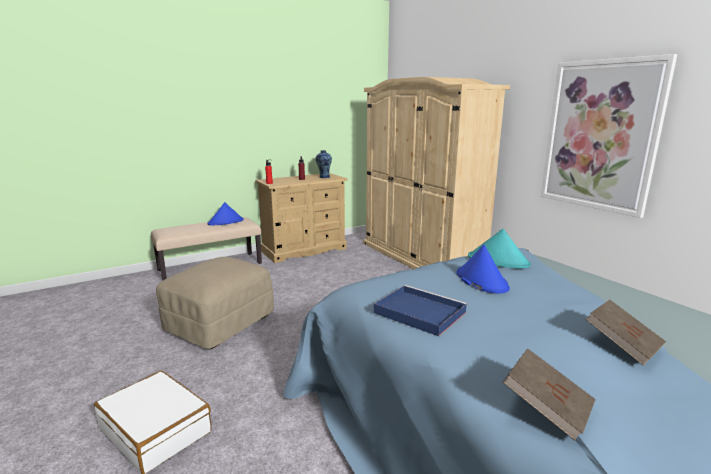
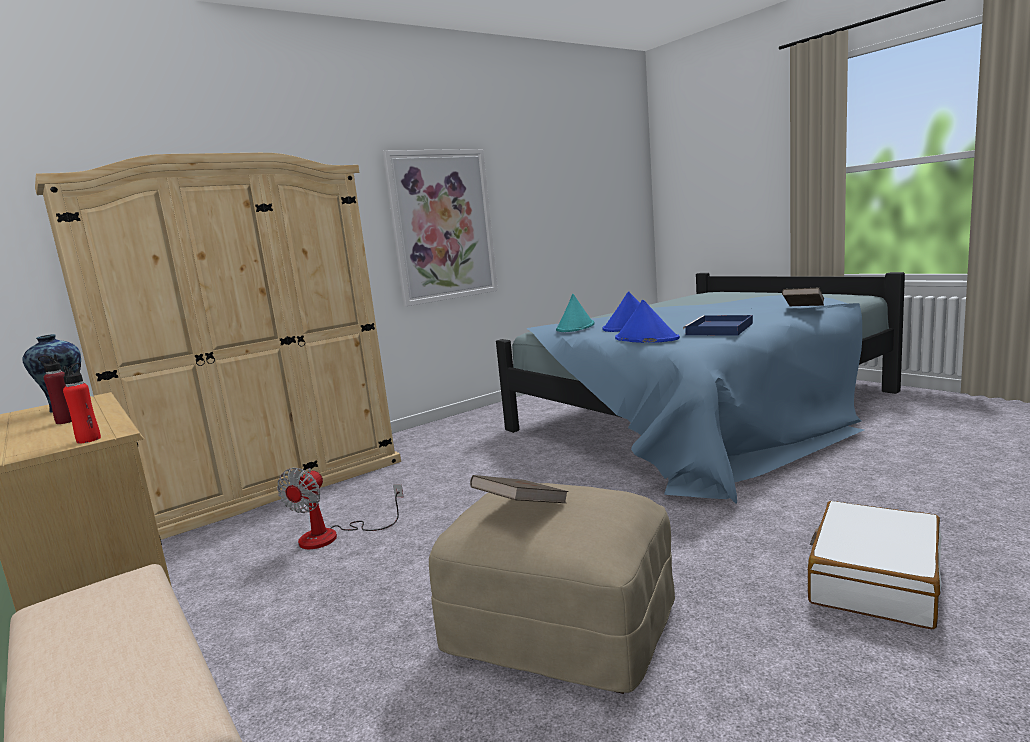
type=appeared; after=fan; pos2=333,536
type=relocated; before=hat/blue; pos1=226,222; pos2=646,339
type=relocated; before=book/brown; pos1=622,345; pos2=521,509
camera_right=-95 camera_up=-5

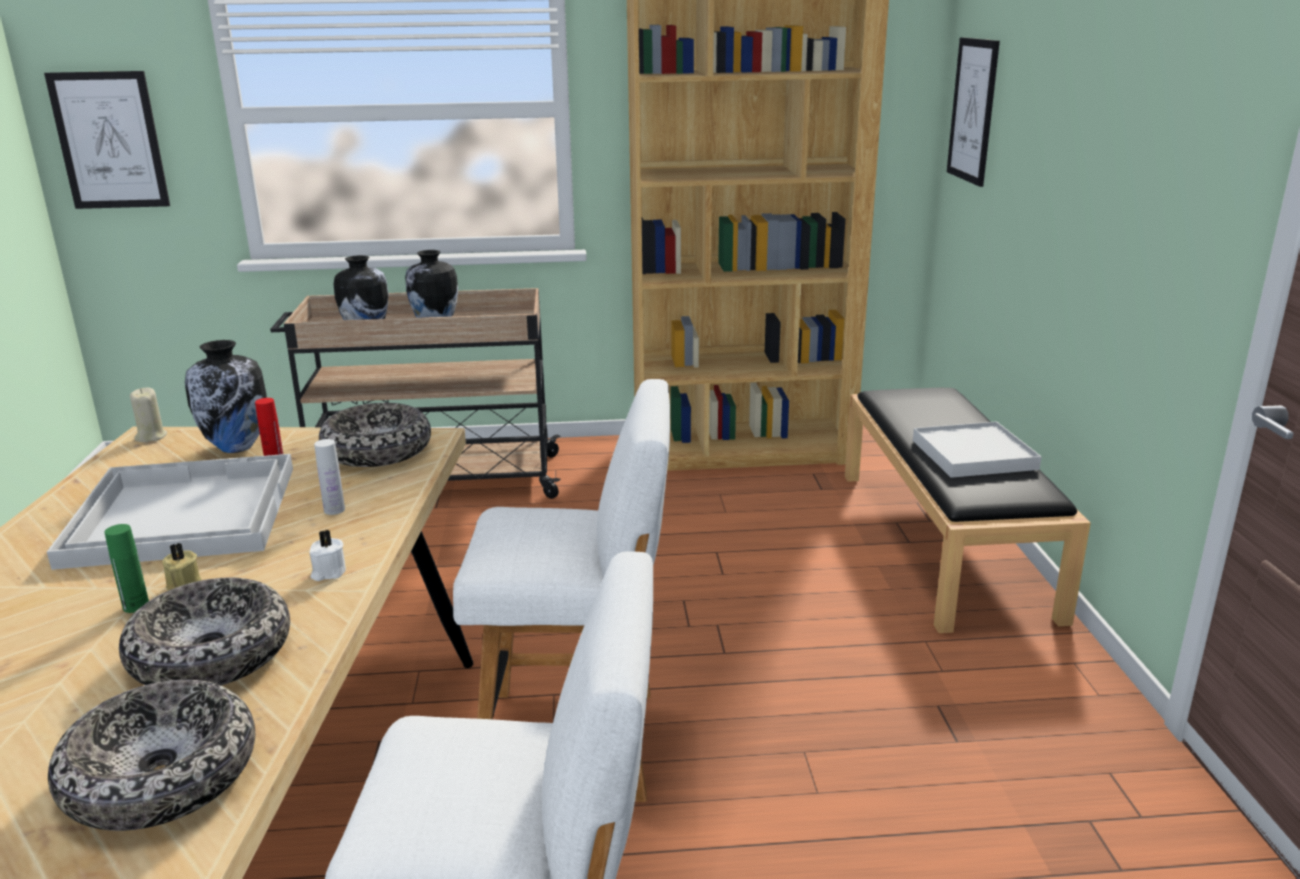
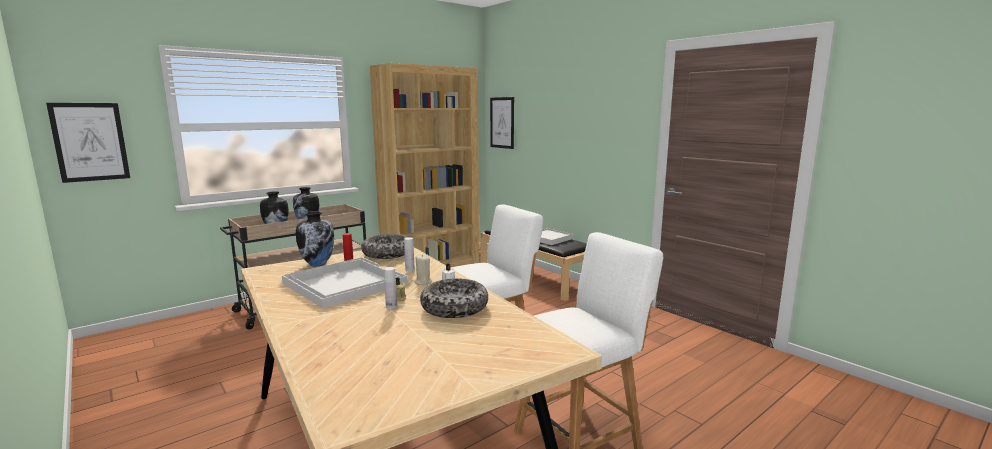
type=missing; before=bowl; pos1=161,776
type=relocated; before=candle/beige; pos1=151,436; pos2=423,282
type=colour; before=bottle/green; after=bottle/white; pos1=136,606; pos2=391,306
camera_right=-35 camera_up=-10

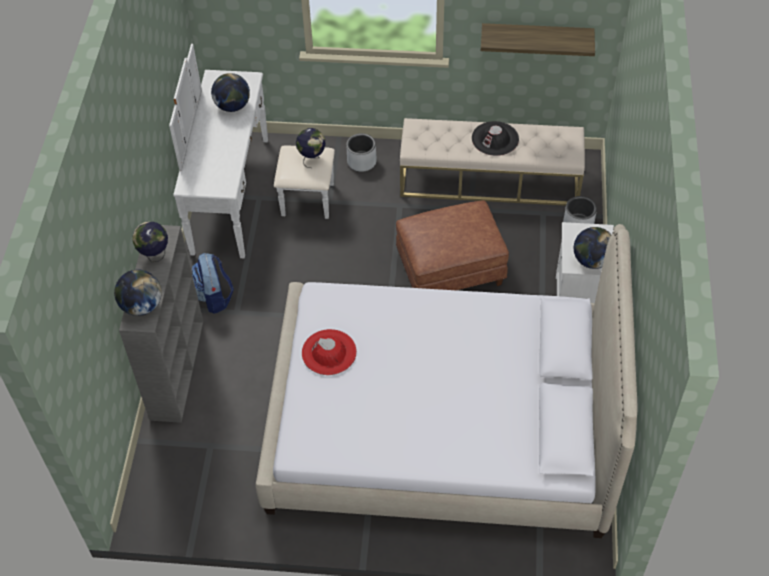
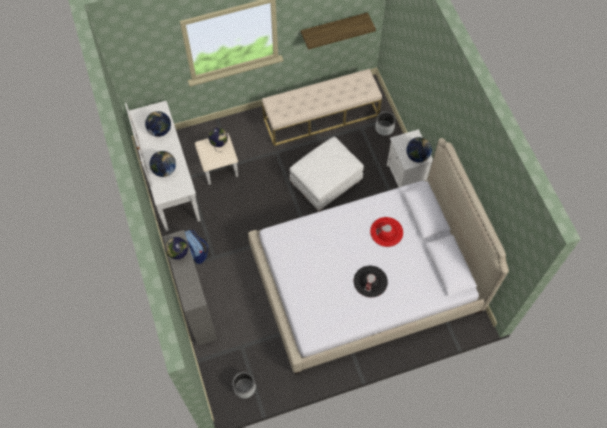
type=relocated; before=globe; pos1=142,306; pos2=164,170
type=relocated; before=hat/red; pos1=329,352; pos2=386,232
type=relocated; before=planter/grey; pos1=361,161; pos2=244,387
type=relocated; before=hat/black; pos1=495,139; pos2=370,281
type=colour; before=ottoman/brown; after=ottoman/white; pos1=449,271; pos2=325,184
camera_right=-25 camera_up=10

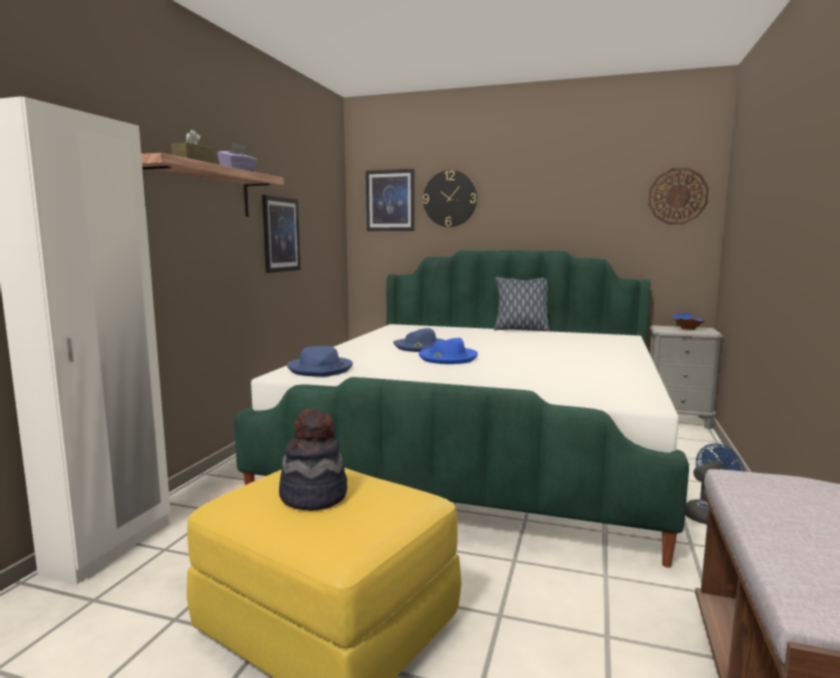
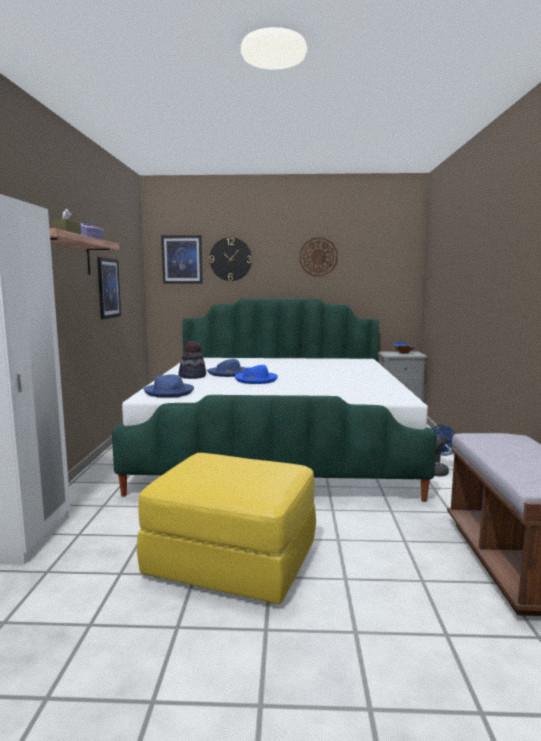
type=missing; before=pillow; pos1=521,330
type=relocated; before=hat; pos1=313,496; pos2=192,376
type=relocated; before=wall clock; pos1=677,196; pos2=318,257
camera_right=-15 camera_up=0

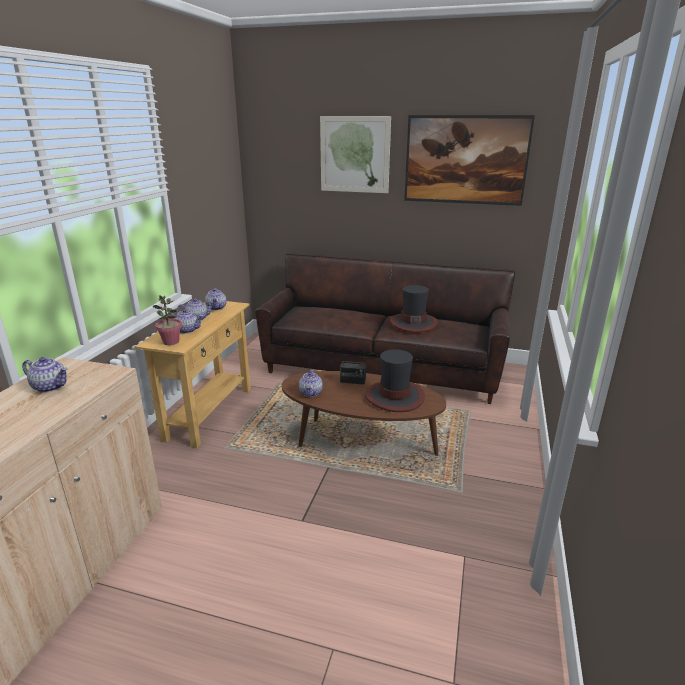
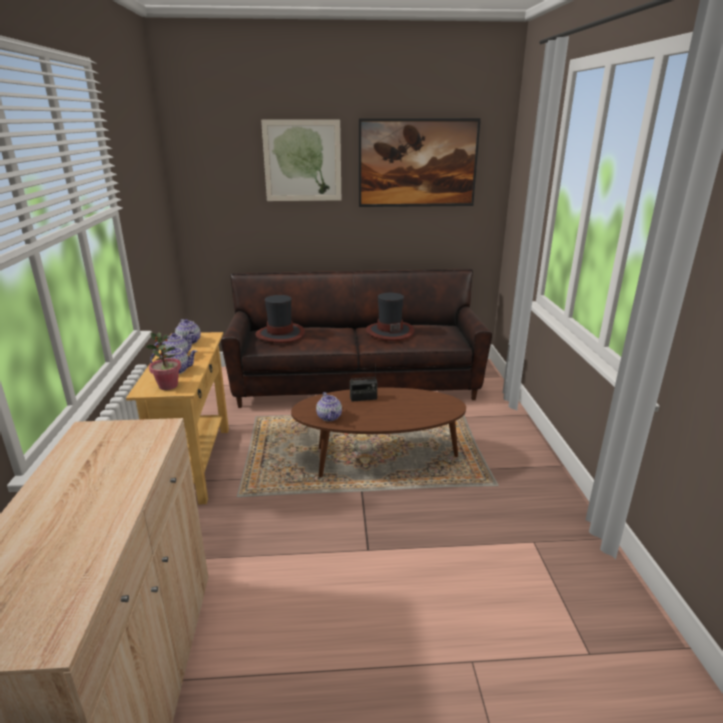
type=missing; before=teapot; pos1=51,386
type=relocated; before=hat; pos1=394,397; pos2=280,334
camera_right=-20 camera_up=0

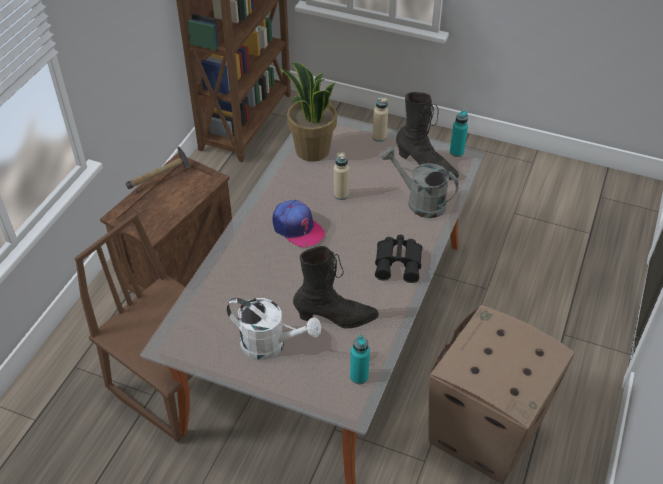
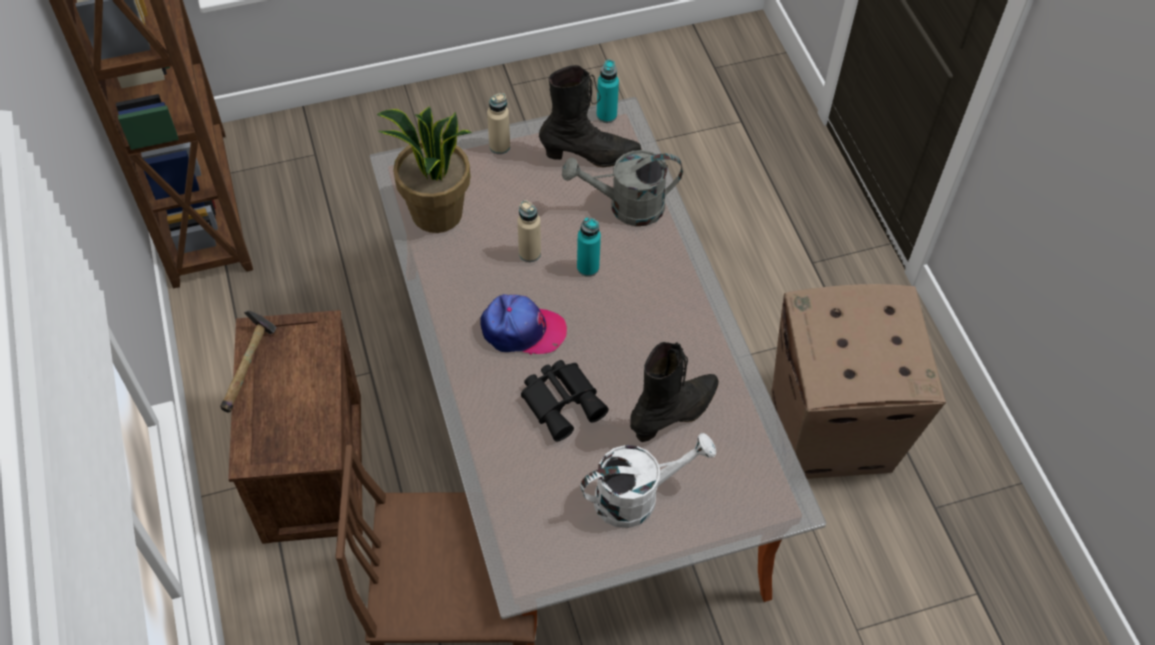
type=relocated; before=bottle/turquoise; pos1=359,376; pos2=588,267
type=relocated; before=binoculars/black; pos1=399,263; pos2=563,401
camera_right=-40 camera_up=10

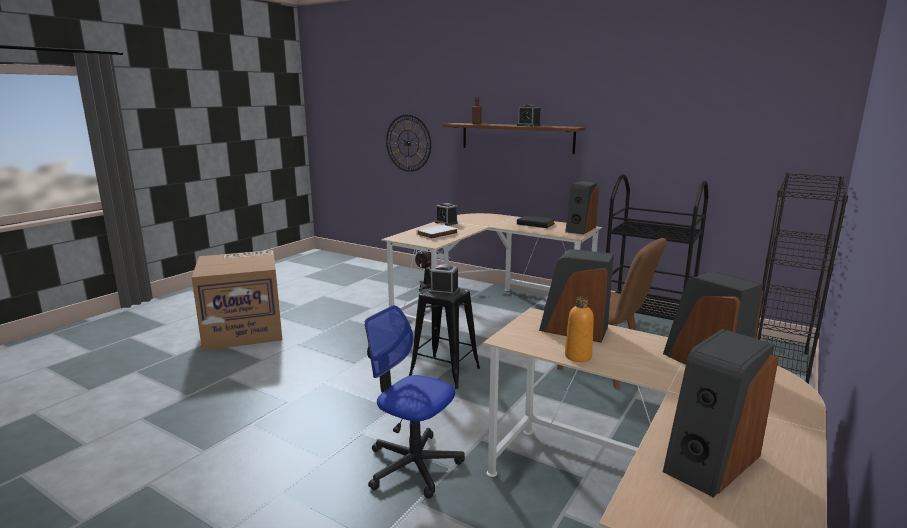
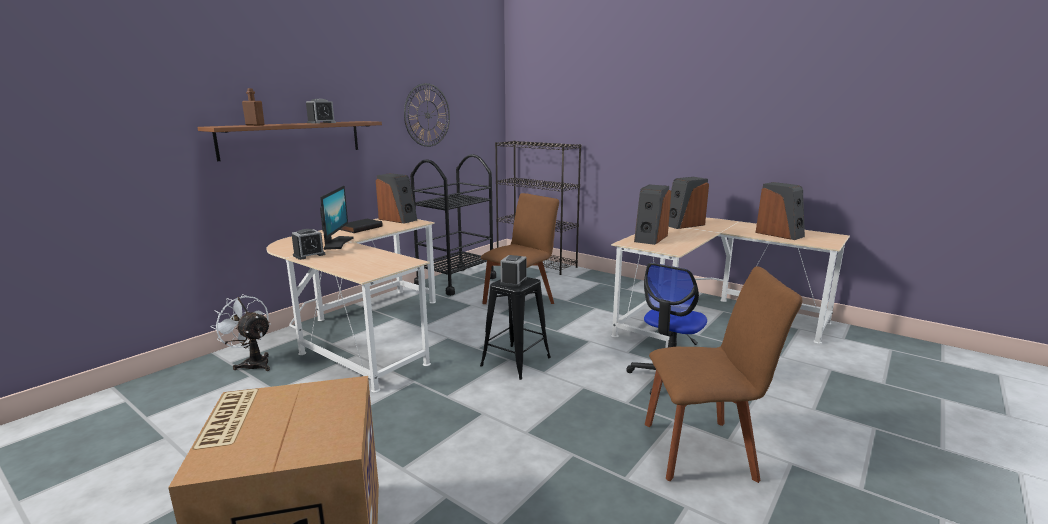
type=missing; before=book/white; pos1=437,234
type=missing; before=bottle/orange; pos1=578,356
type=appeared; after=monitor; pos2=337,243
type=appeared; after=chair/brown; pos2=704,450
type=relocated; before=wall clock; pos1=408,143; pos2=427,115
camera_right=-85 camera_up=0

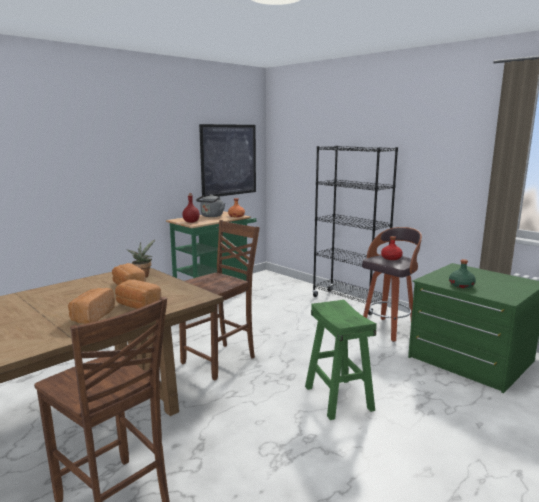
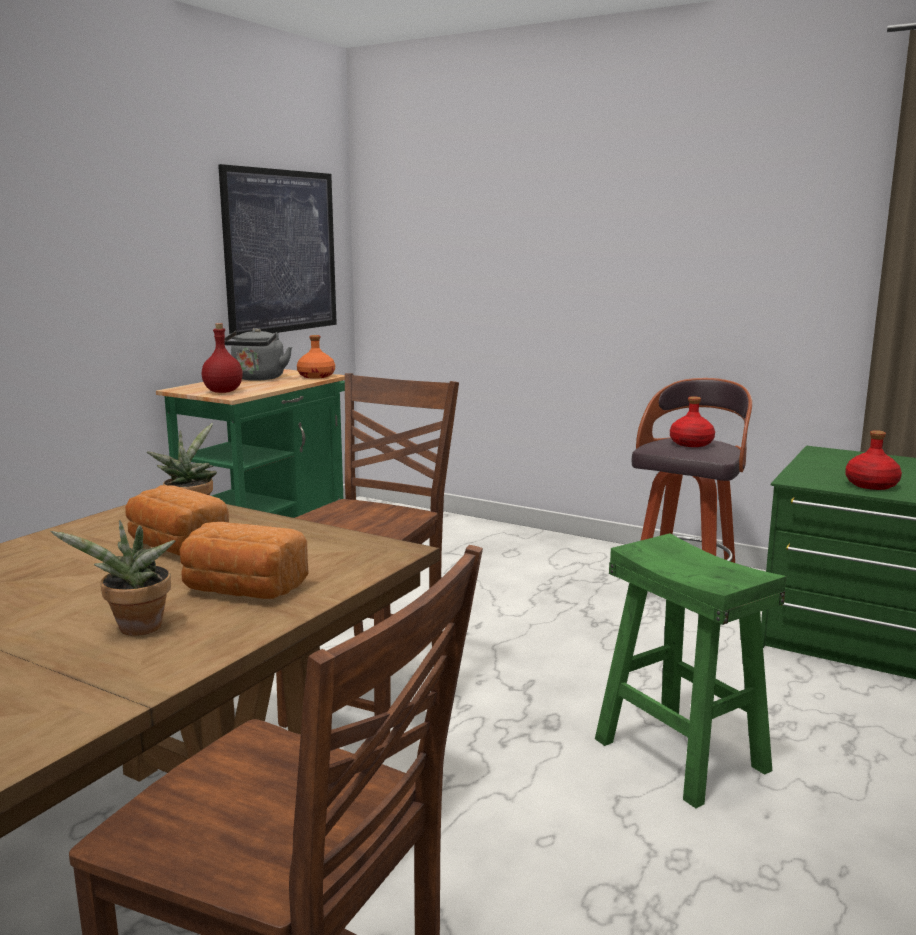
type=missing; before=bookcase/black; pos1=349,302
type=exchanged; before=bread; after=potted plant; pos1=92,316; pos2=136,630
type=colour; before=bottle/green; after=bottle/red; pos1=461,285; pos2=872,485
camera_right=-15 camera_up=0

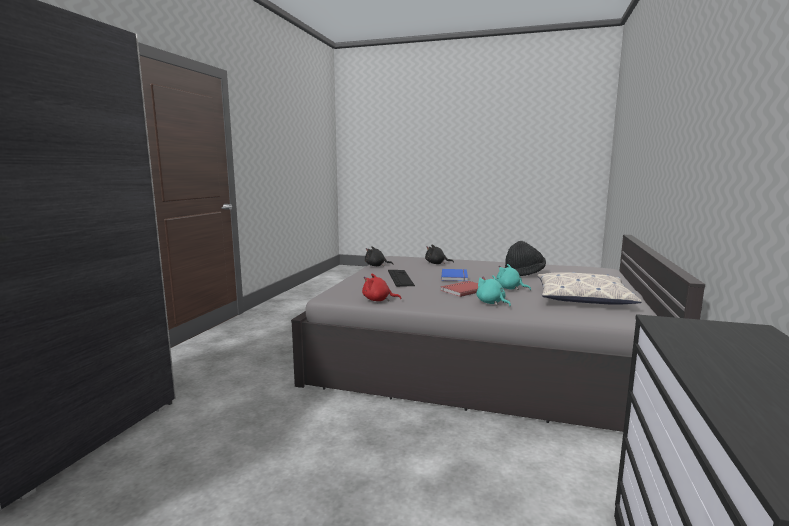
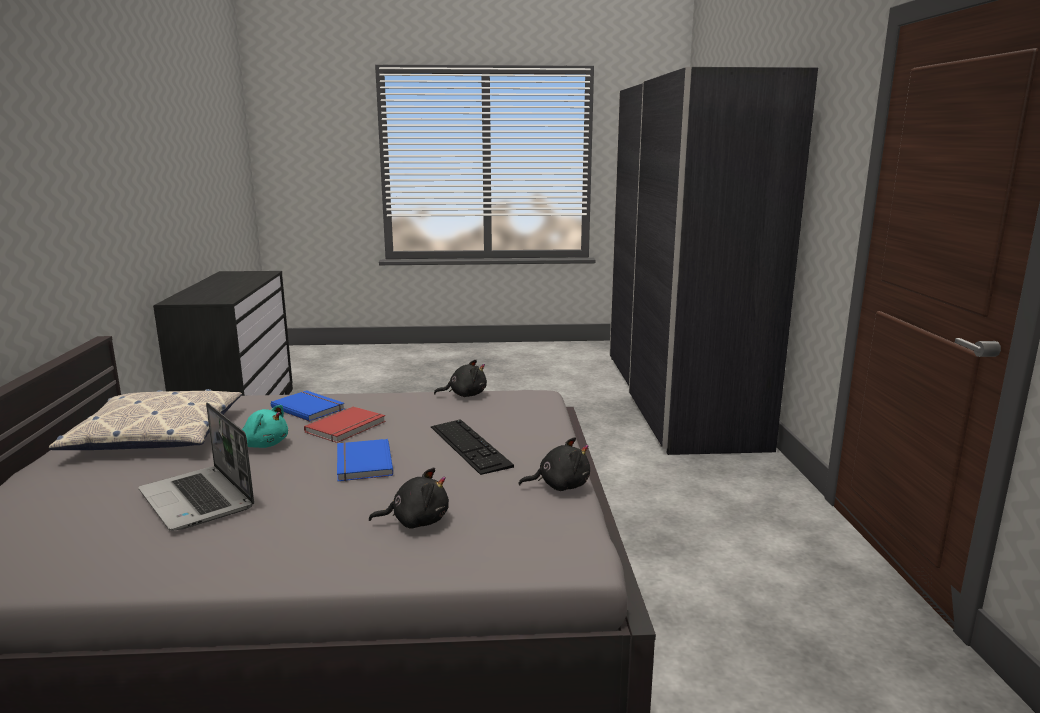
type=exchanged; before=plush toy/turquoise; after=book/blue; pos1=491,303; pos2=309,408
type=exchanged; before=hat/black; after=laptop; pos1=524,274; pos2=199,500
type=colour; before=plush toy/red; after=plush toy/black; pos1=378,300; pos2=465,395
camera_right=160 camera_up=5

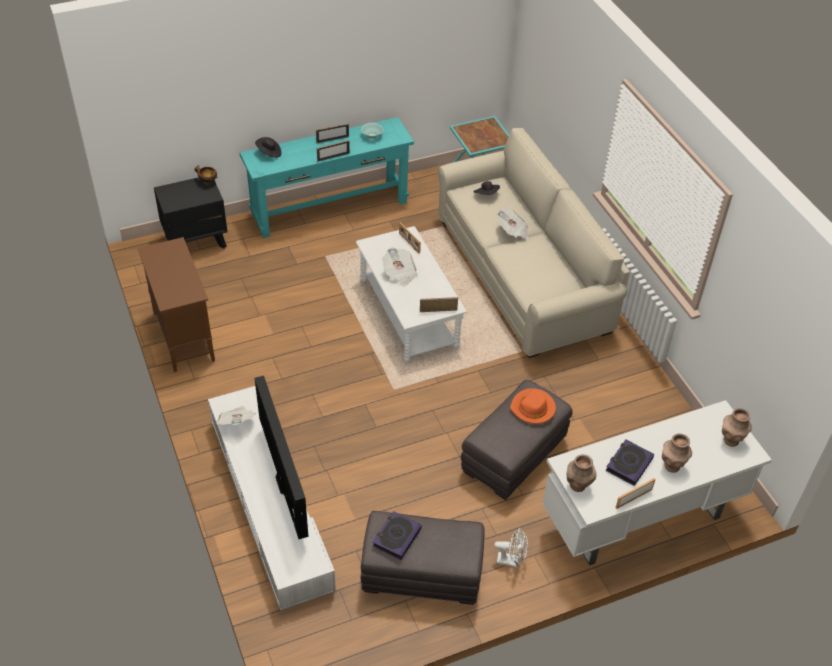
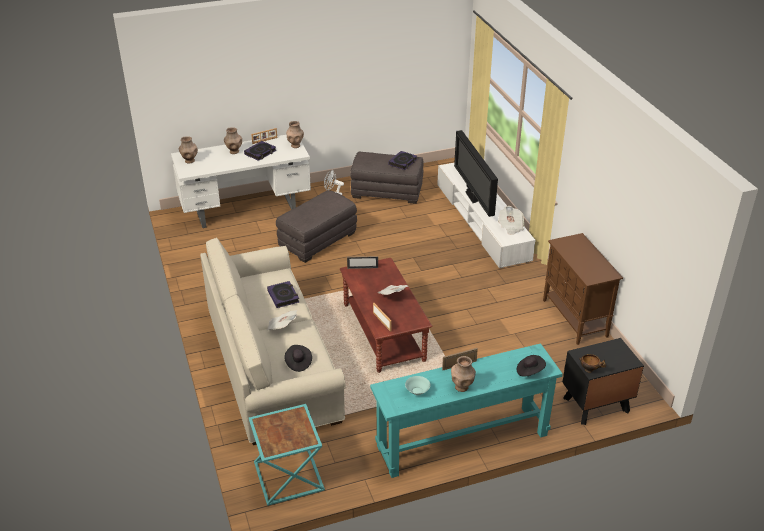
type=missing; before=hat/orange; pos1=533,408
type=appeared; after=book; pos2=283,296
type=exchanged; before=picture frame; after=vase/brown; pos1=332,139; pos2=462,387
type=colour; before=coffee table/white; after=coffee table/brown; pos1=408,313; pos2=383,332
camera_right=-175 camera_up=-10

